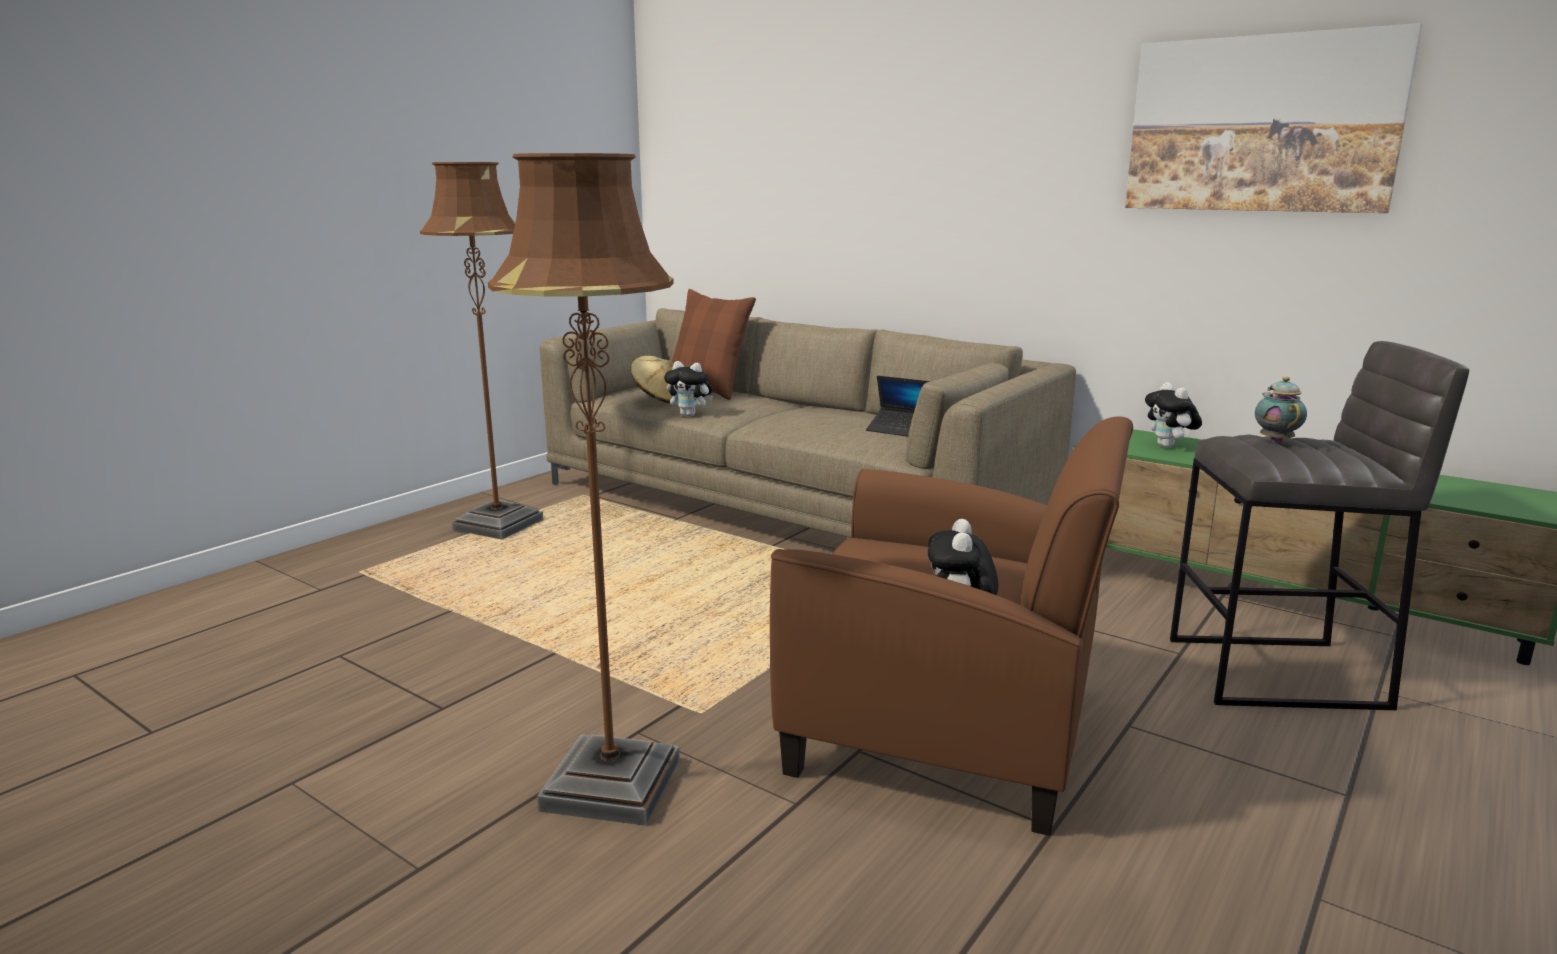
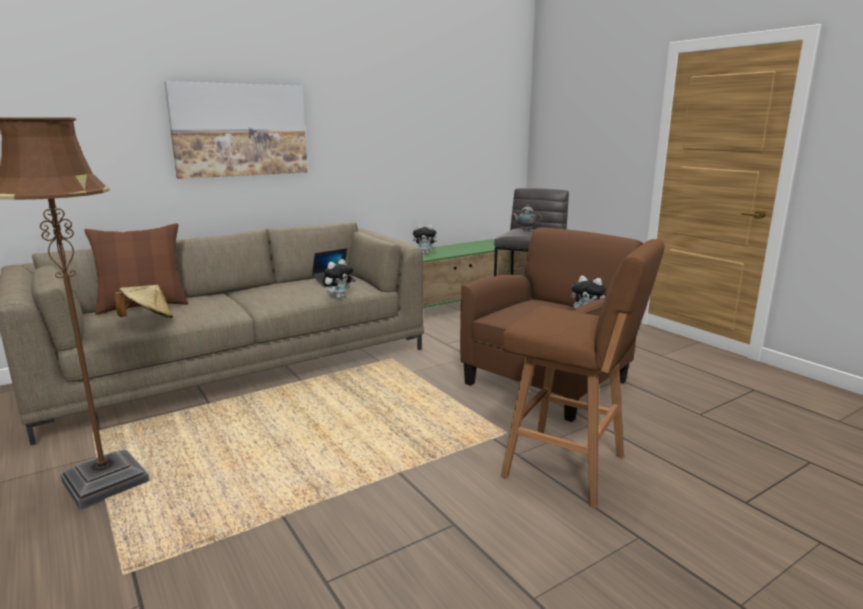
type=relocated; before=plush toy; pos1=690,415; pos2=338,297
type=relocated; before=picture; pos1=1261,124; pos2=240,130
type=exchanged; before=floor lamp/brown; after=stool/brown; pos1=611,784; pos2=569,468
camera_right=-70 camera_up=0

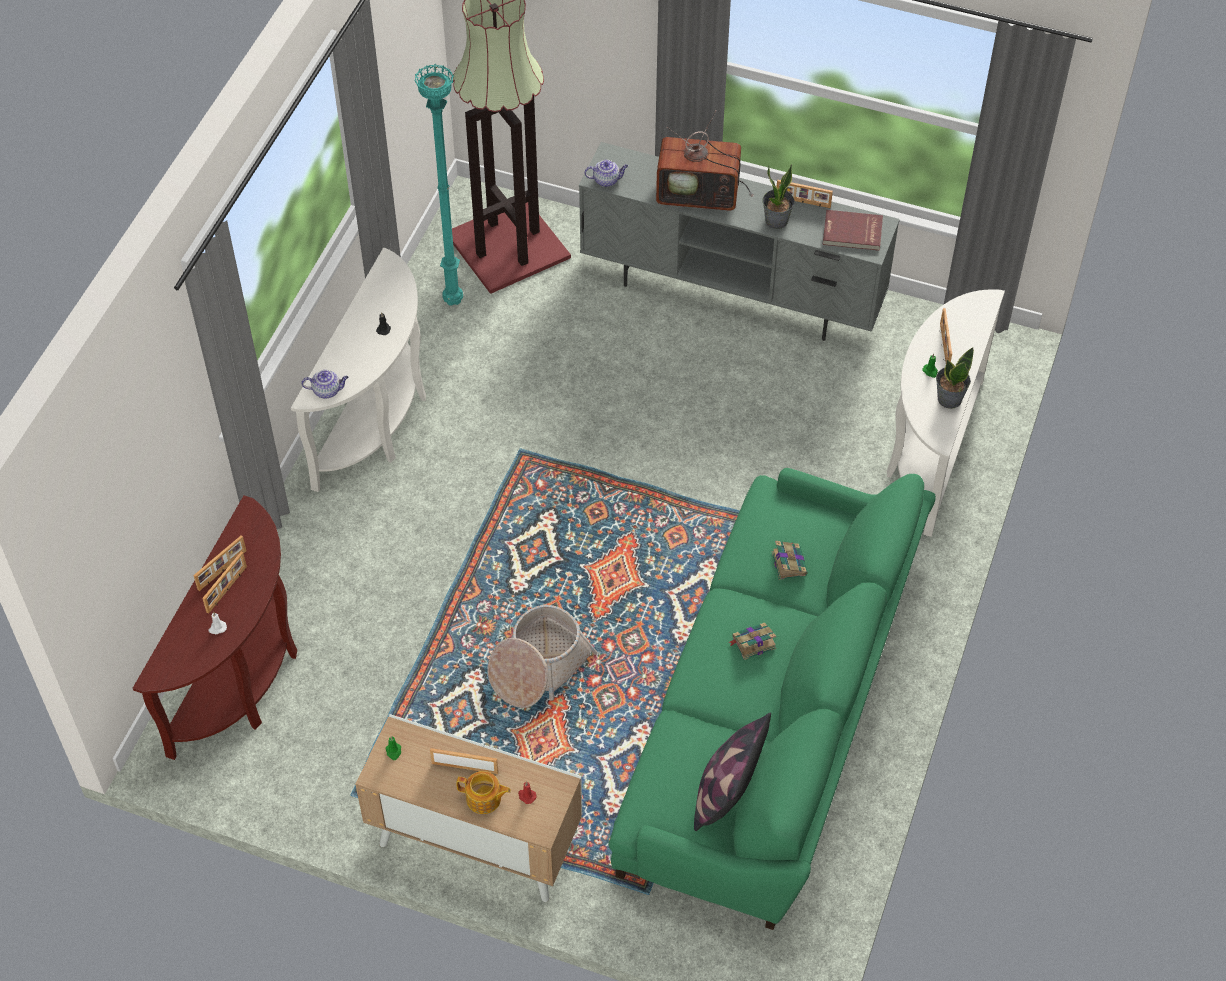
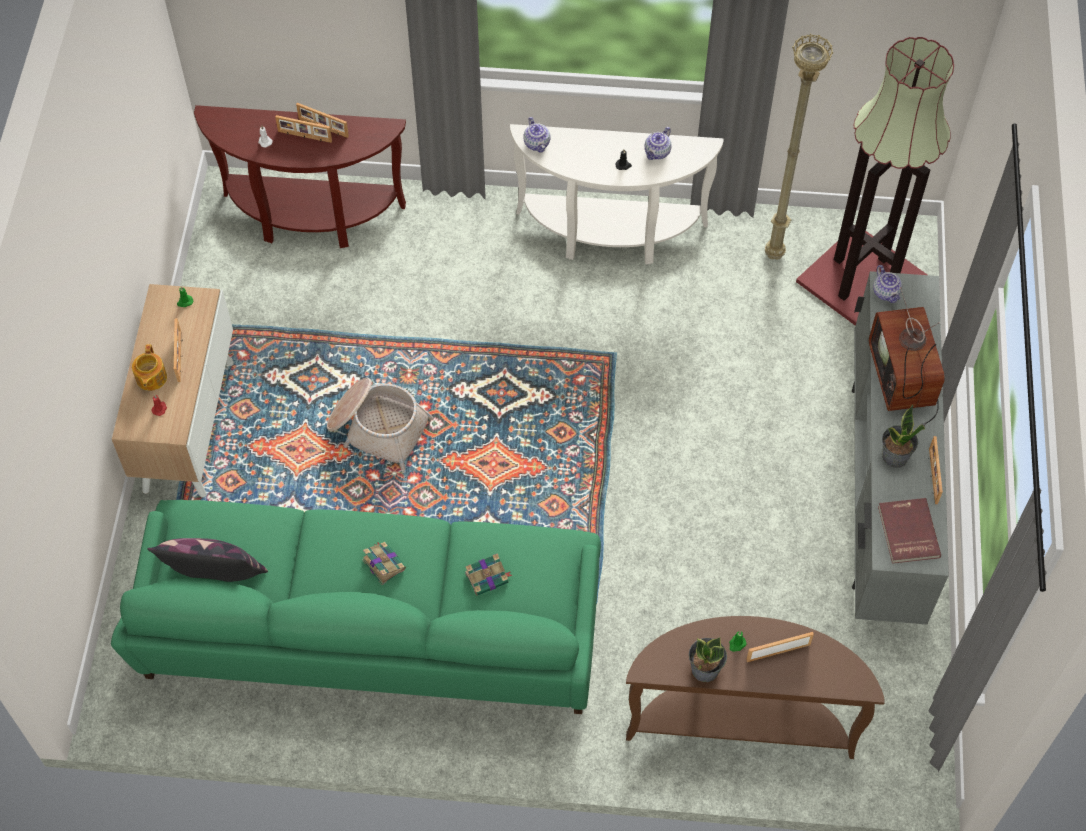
type=appeared; after=teapot; pos2=657,153
type=colour; before=floor lamp/turquoise; after=floor lamp/beige; pos1=454,301; pos2=775,256
type=colour; before=console table/white; after=console table/brown; pos1=929,450; pos2=740,720
camera_right=75 camera_up=5

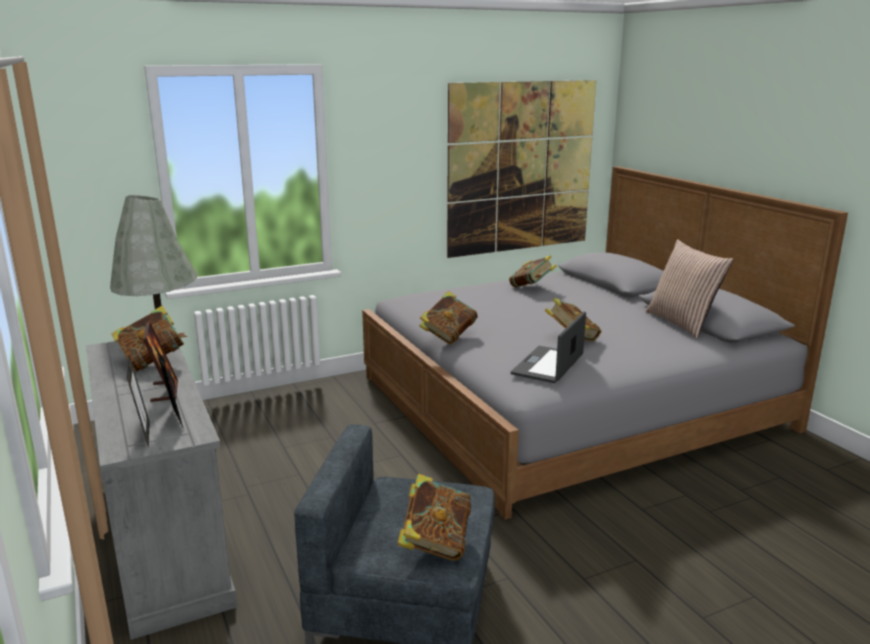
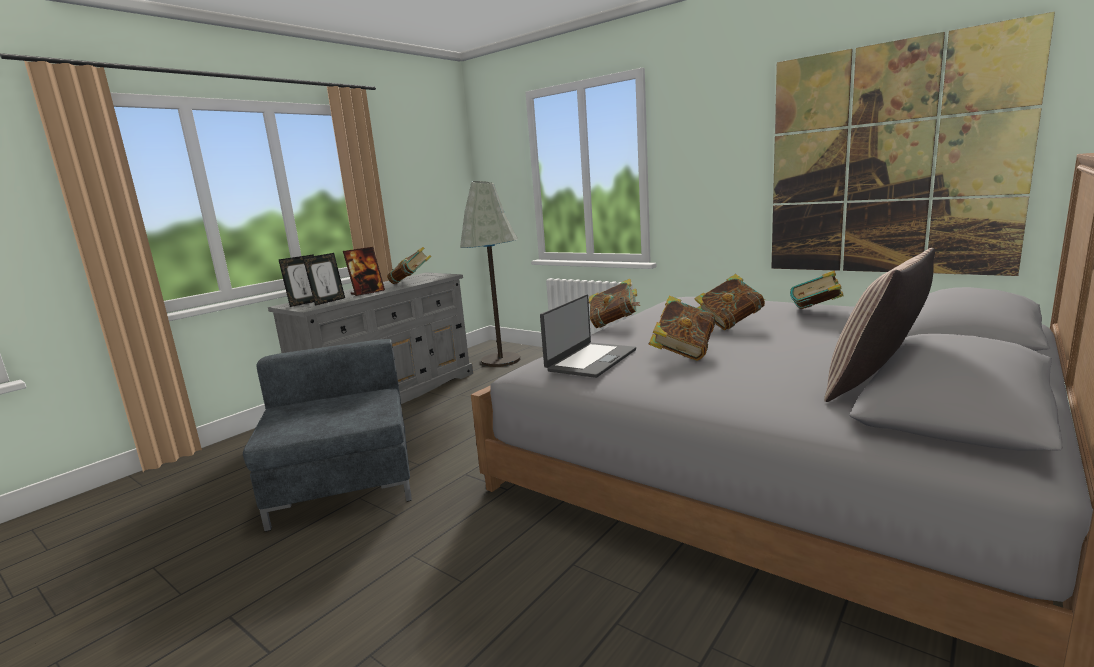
type=relocated; before=book; pos1=435,543; pos2=730,324
type=spun; before=laptop; pos1=549,365; pos2=590,360; turn=120
camera_right=65 camera_up=-5

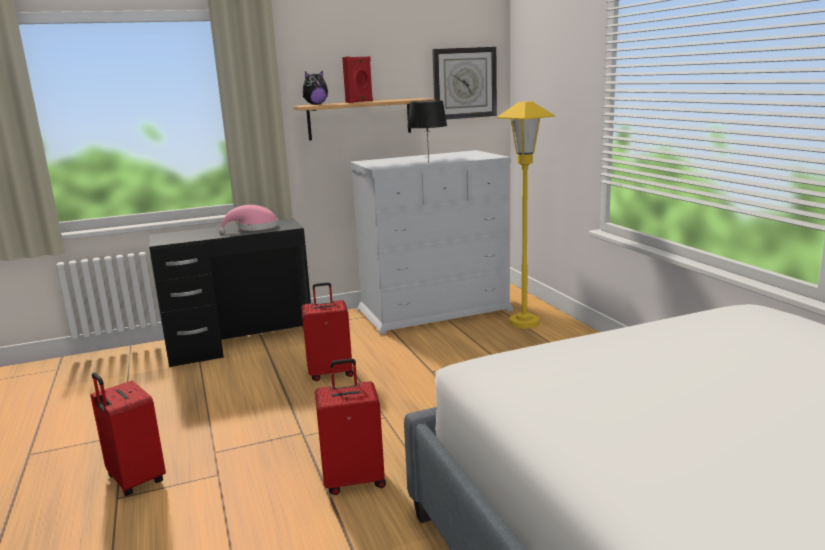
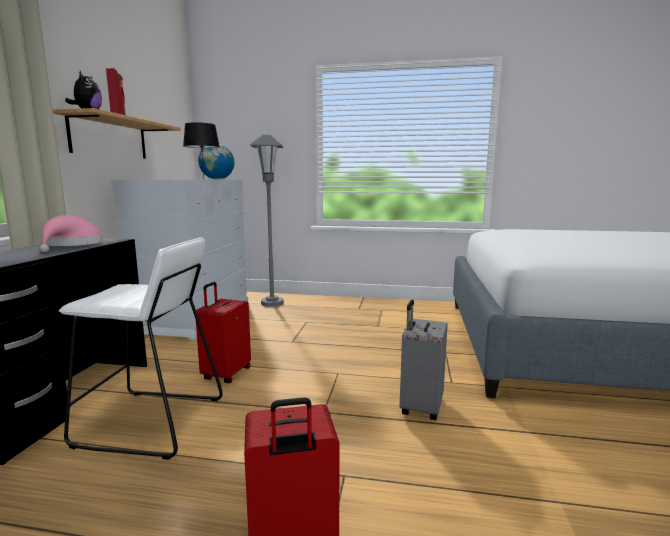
type=missing; before=wall clock; pos1=464,83
type=appeared; after=stool/white; pos2=150,422
type=appeared; after=globe; pos2=217,179
type=colour; before=suitcase/red; after=suitcase/grey; pos1=354,480; pos2=420,407
type=colour; before=floor lamp/yellow; after=floor lamp/grey; pos1=524,323; pos2=272,303
camera_right=-60 camera_up=-5

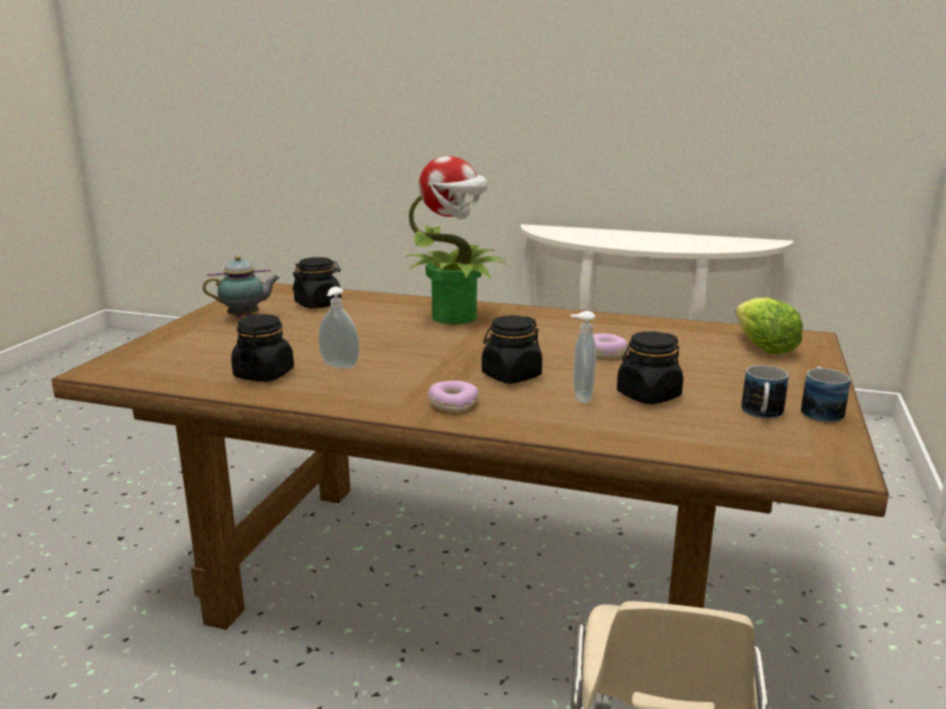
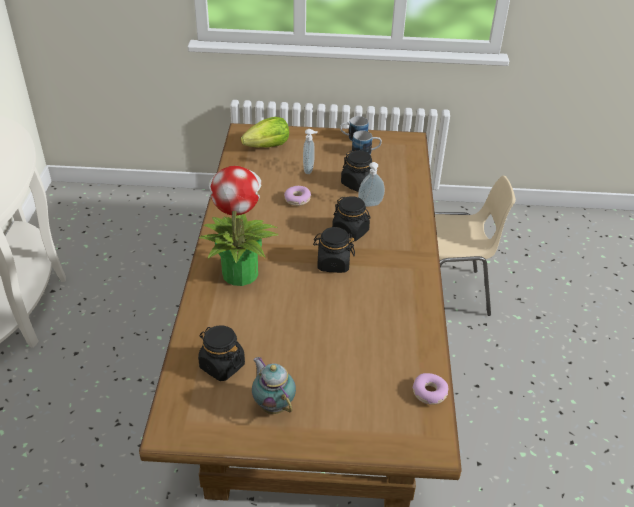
type=relocated; before=jar/black; pos1=264,374; pos2=333,263
type=relocated; before=soap dispenser; pos1=339,366; pos2=309,170
type=relocated; before=donut; pos1=452,404; pos2=429,393
camera_right=-105 camera_up=20

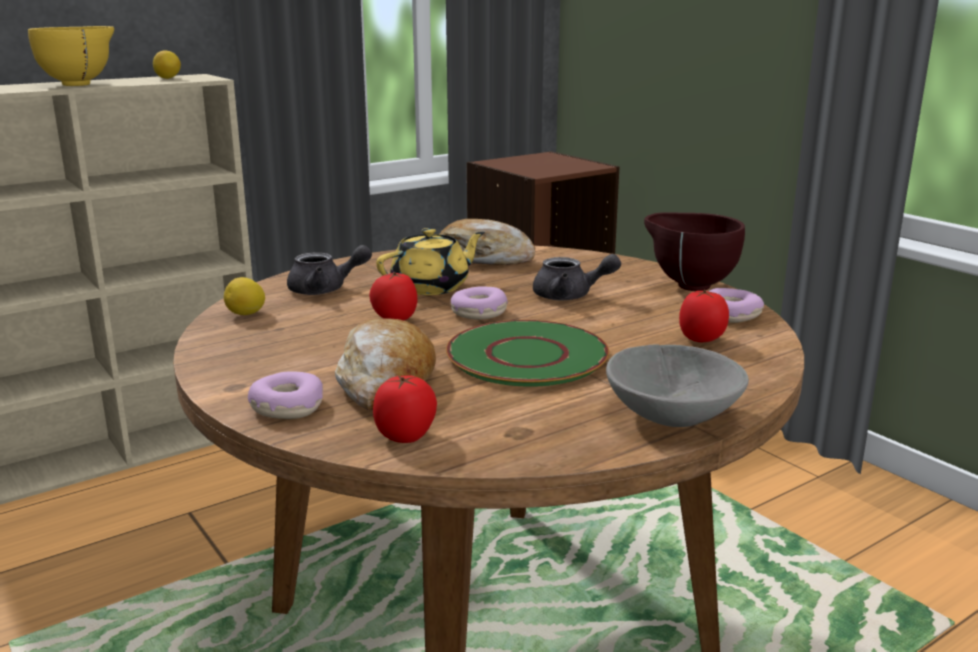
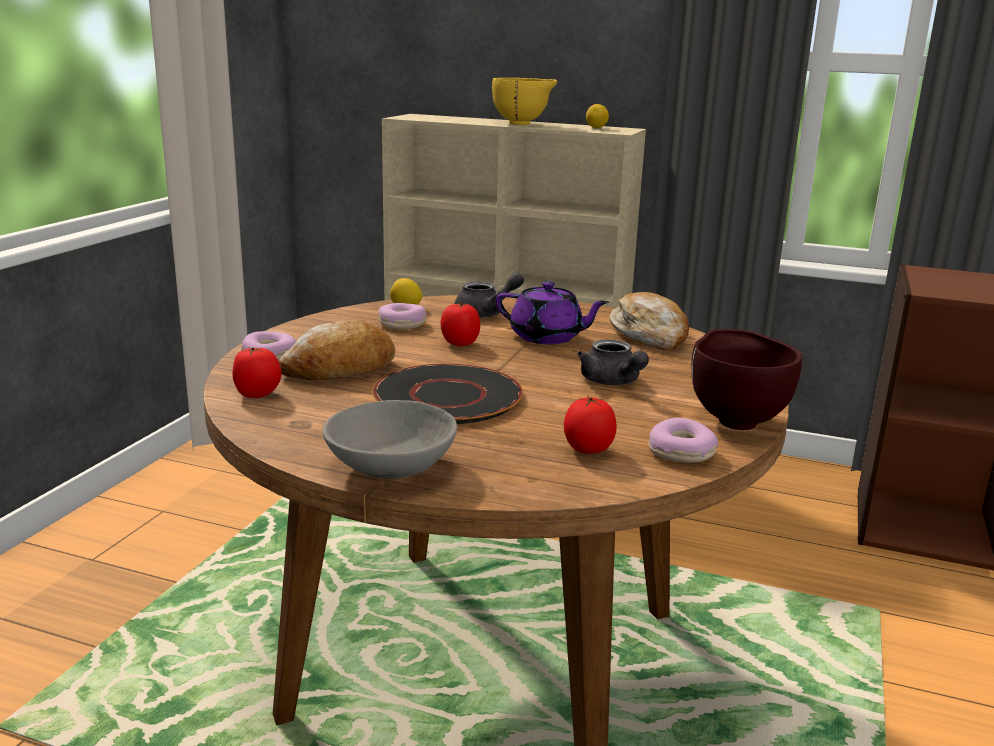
type=relocated; before=donut; pos1=478,313; pos2=402,324
type=colour; before=teapot/yellow; after=teapot/purple; pos1=432,287; pos2=547,337
type=colour; before=plate/green; after=plate/black; pos1=528,355; pos2=448,396
type=spun; before=teapot/grey; pos1=325,290; pos2=486,313; turn=-75
camera_right=55 camera_up=0

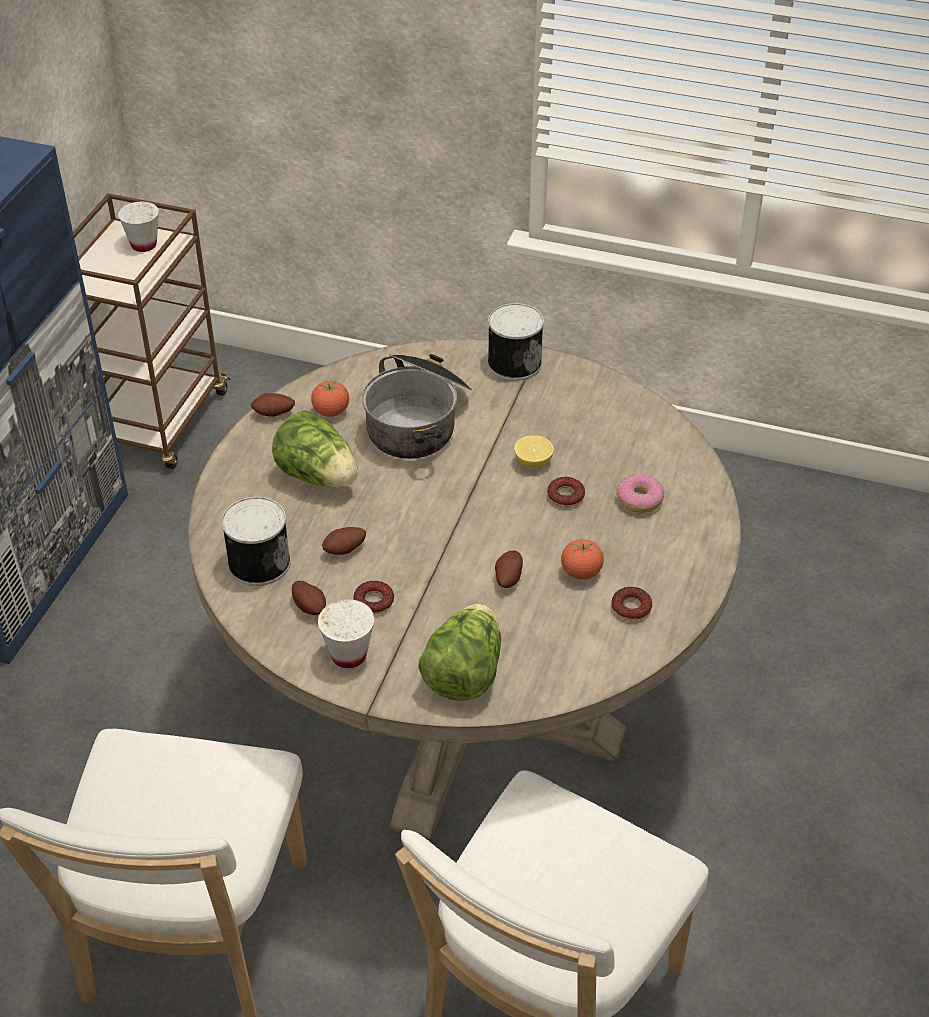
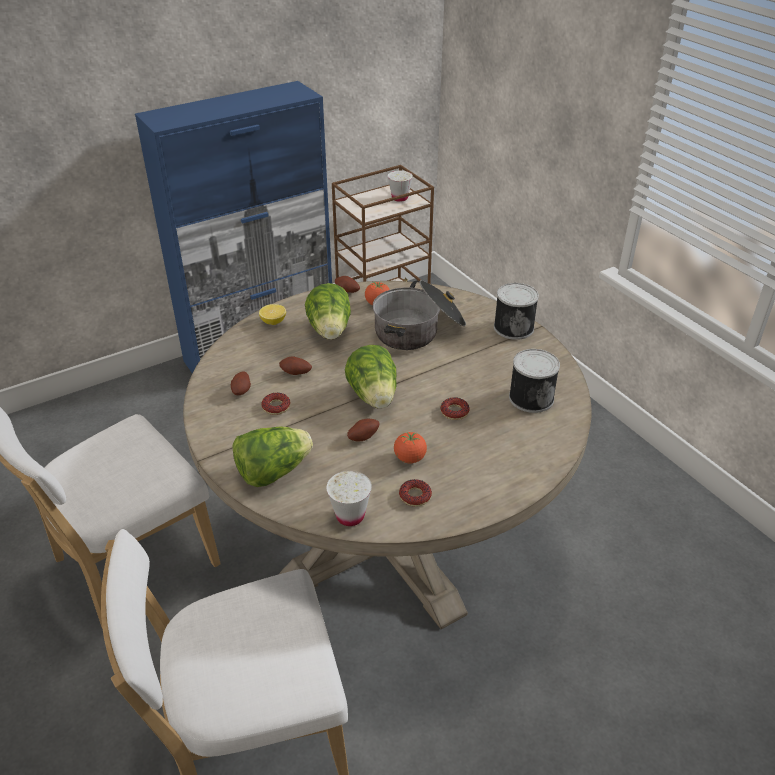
type=missing; before=donut; pos1=639,500
type=appeared; after=lettuce; pos2=374,396
type=relocated; before=can; pos1=258,562; pos2=530,397
type=relocated; before=cup/white; pos1=348,655; pos2=350,516
type=relocated; before=lemon; pos1=533,462; pos2=273,322
camera_right=40 camera_up=-5

